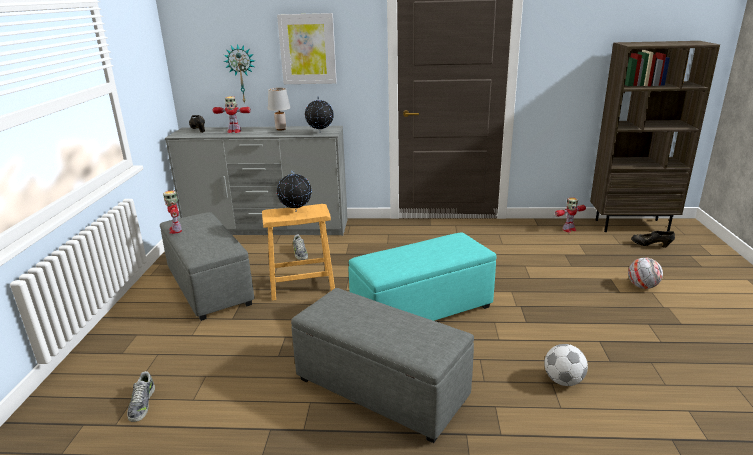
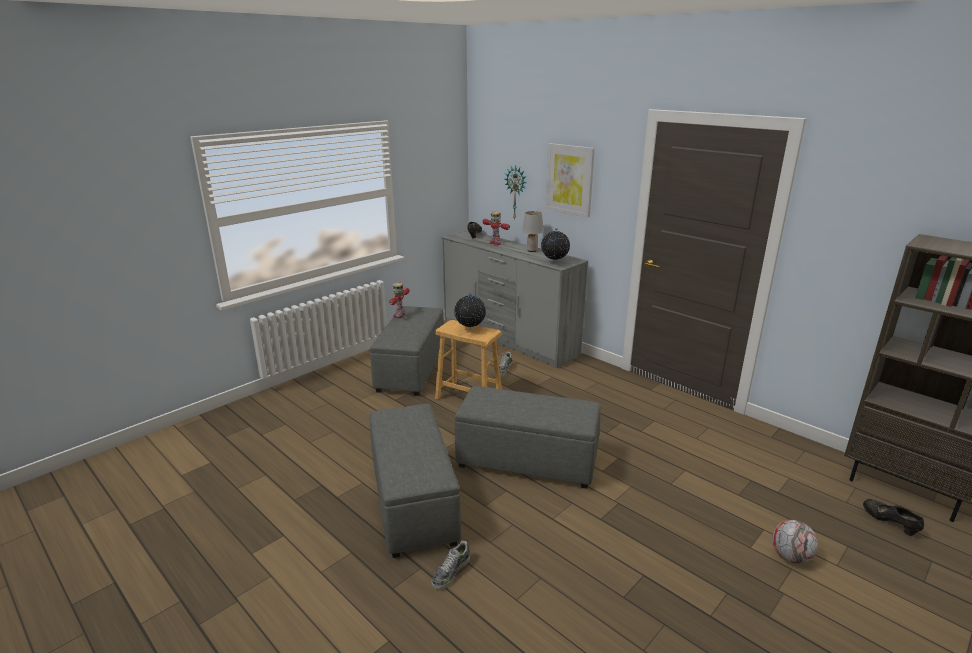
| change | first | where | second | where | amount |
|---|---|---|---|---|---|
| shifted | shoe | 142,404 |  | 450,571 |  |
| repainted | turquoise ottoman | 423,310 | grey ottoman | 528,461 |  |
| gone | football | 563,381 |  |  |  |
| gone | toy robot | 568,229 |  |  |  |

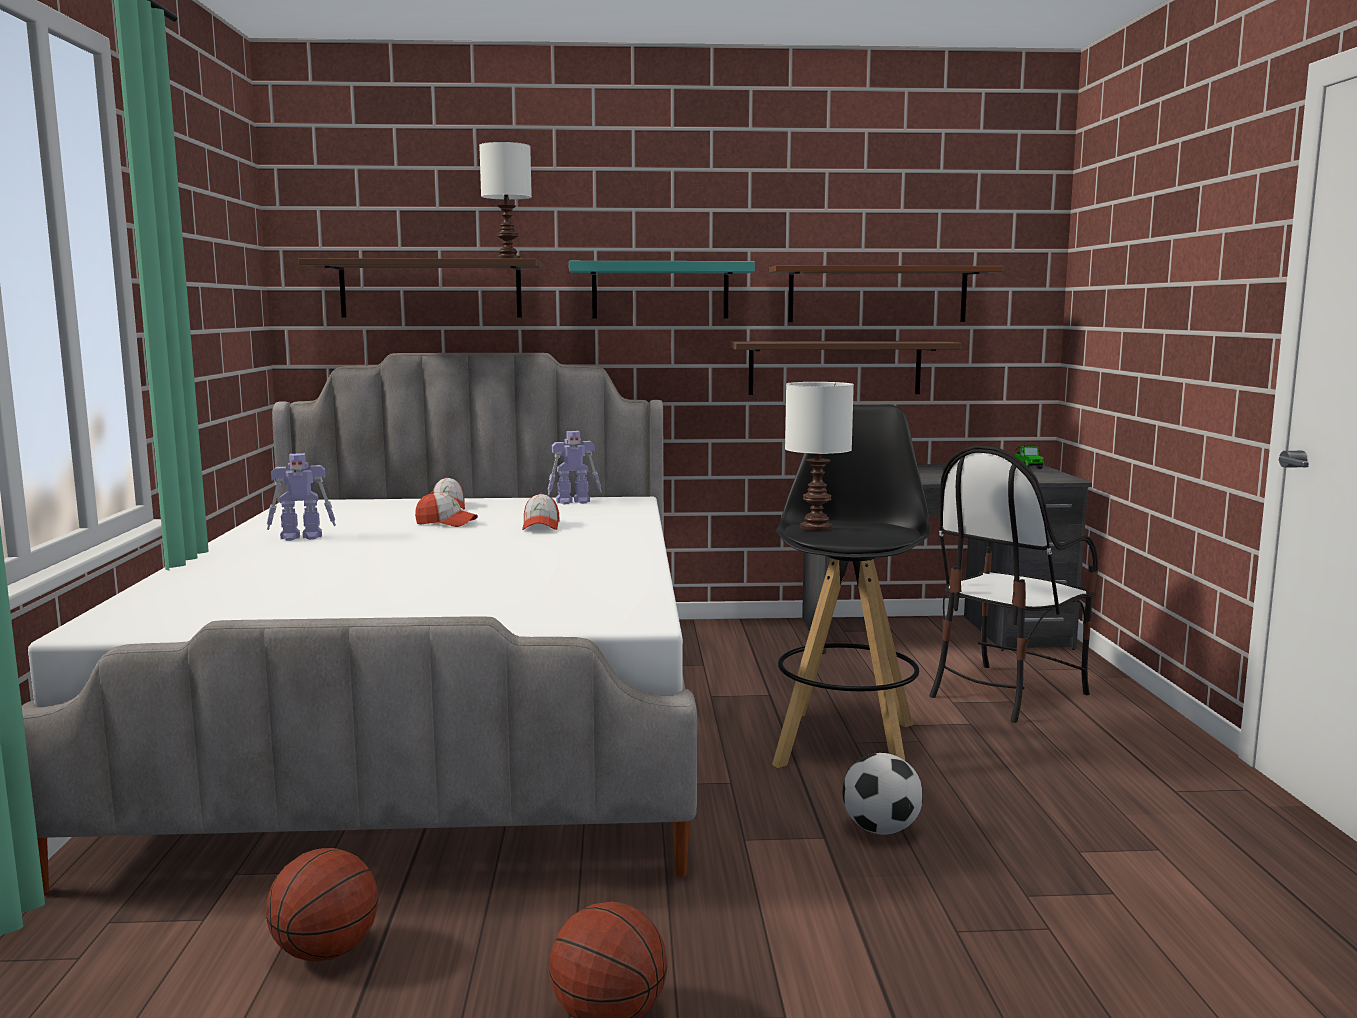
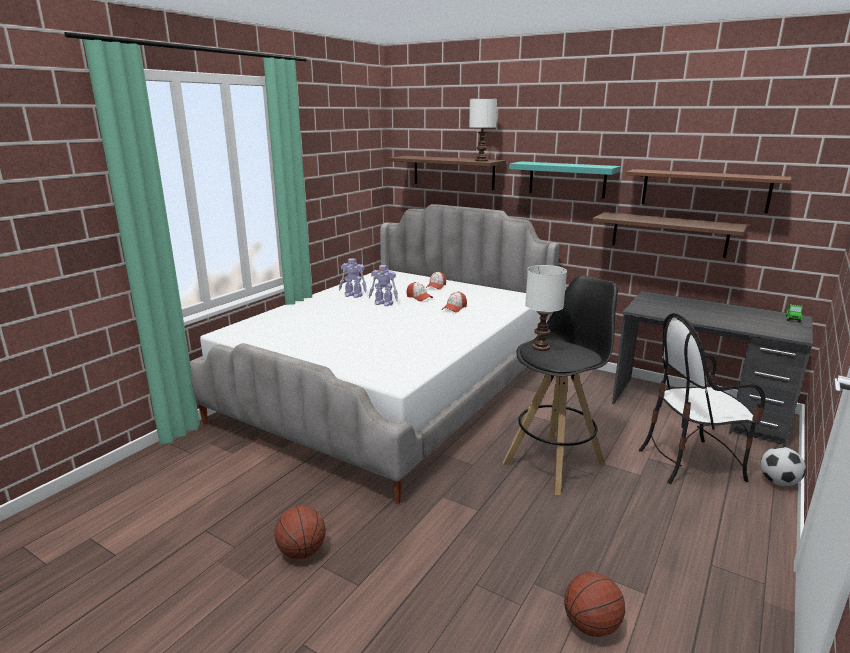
| change | first | where | second | where | amount |
|---|---|---|---|---|---|
| shifted | basketball | 326,952 |  | 591,625 |  |
| shifted | toy robot | 574,502 |  | 384,303 |  |
| shifted | football | 881,830 |  | 778,482 |  |

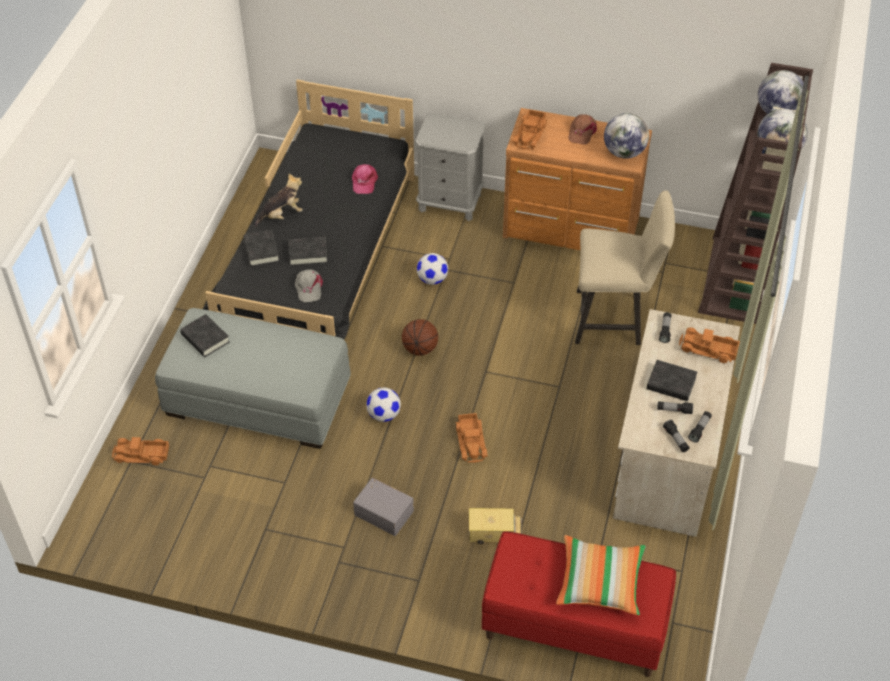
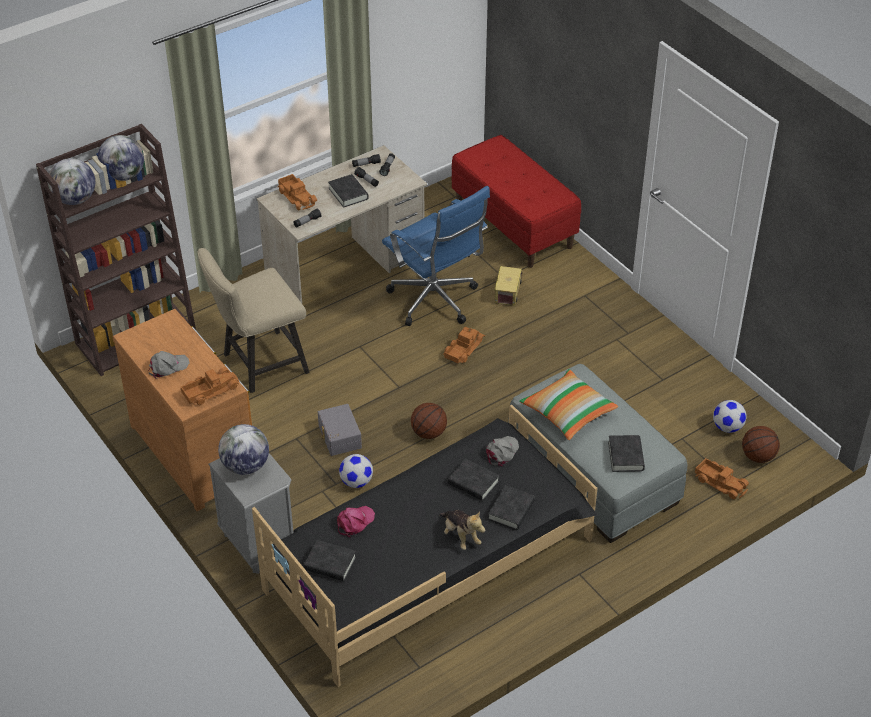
| change | first | where | second | where | amount |
|---|---|---|---|---|---|
| rotated | plush toy | 282,215 |  | 460,536 | 135 degrees counterclockwise |
| shifted | grey storage box | 384,511 |  | 338,437 |  |
| shifted | football | 383,415 |  | 727,427 |  |
| rotated | toy truck | 495,533 |  | 508,291 | 60 degrees clockwise |
| shifted | pillow | 600,582 |  | 567,412 |  |
| repainted | brown cap | 581,132 | grey cap | 167,367 |  |
| rotated | beige chair | 614,319 |  | 259,365 | 75 degrees counterclockwise |
| shifted | globe | 624,152 |  | 245,466 |  |
| new |  |  | black book | 330,564 |  |
| new |  |  | blue office chair | 436,302 |  |
| new |  |  | basketball | 757,456 |  |

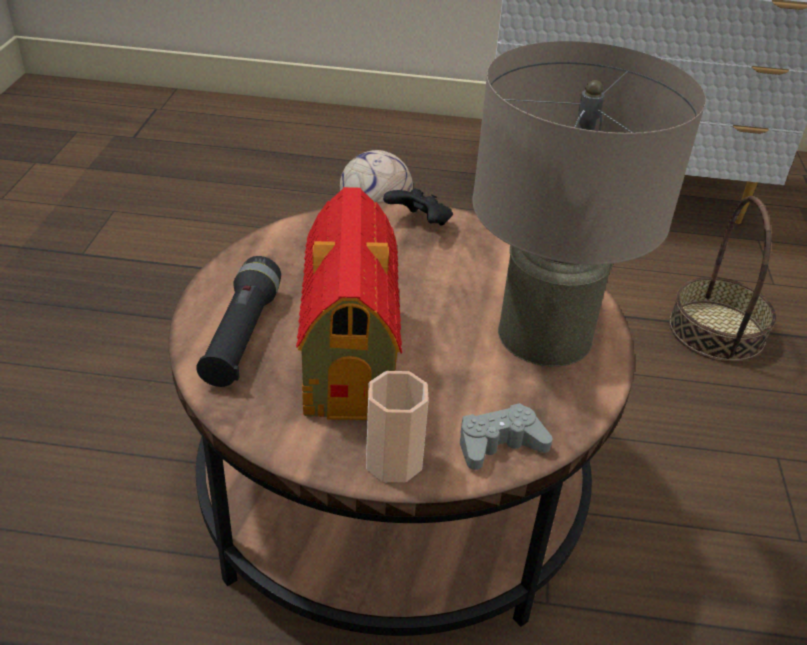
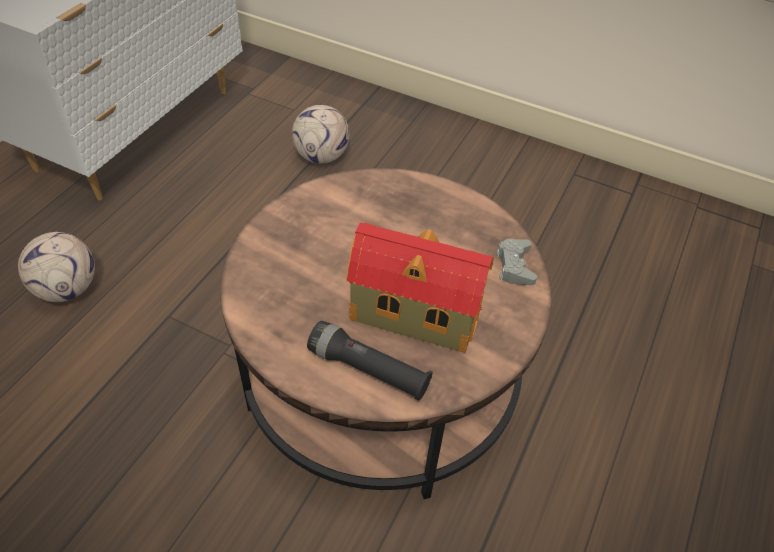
| change | first | where | second | where | amount |
|---|---|---|---|---|---|
| gone | cup | 393,461 |  |  |  |
| gone | black game controller | 420,224 |  |  |  |
| gone | beige table lamp | 545,335 |  |  |  |
| swapped | basket | 717,331 | football | 322,156 |  |

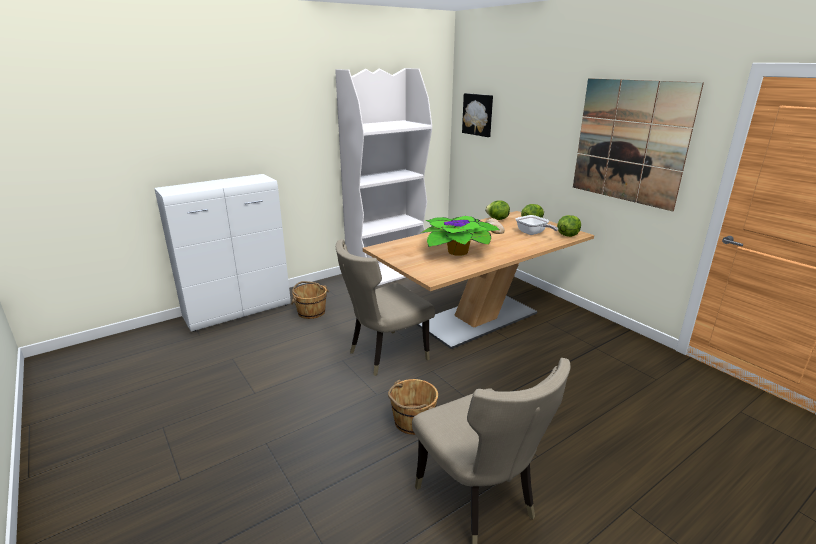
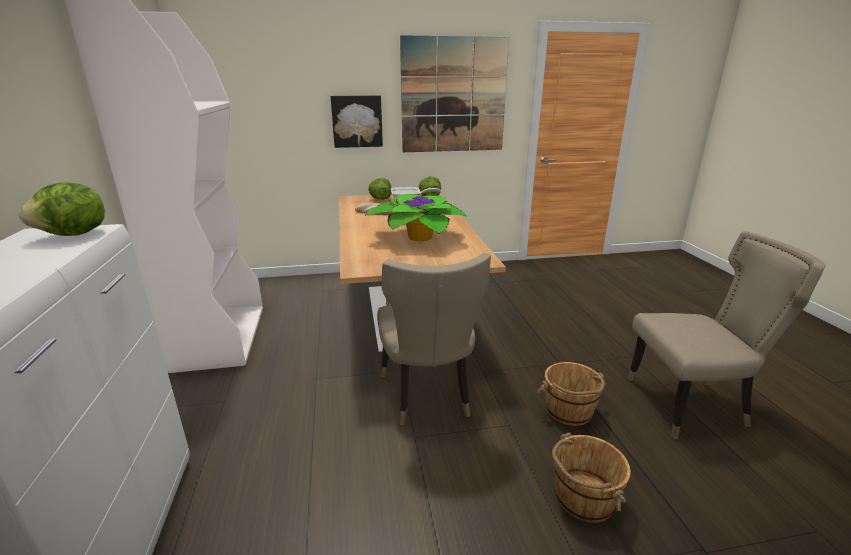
| change | first | where | second | where | amount |
|---|---|---|---|---|---|
| shifted | brown bucket | 311,312 |  | 582,498 |  |
| shifted | picture | 478,114 |  | 357,121 |  |
| shifted | lettuce | 497,219 |  | 74,235 |  |

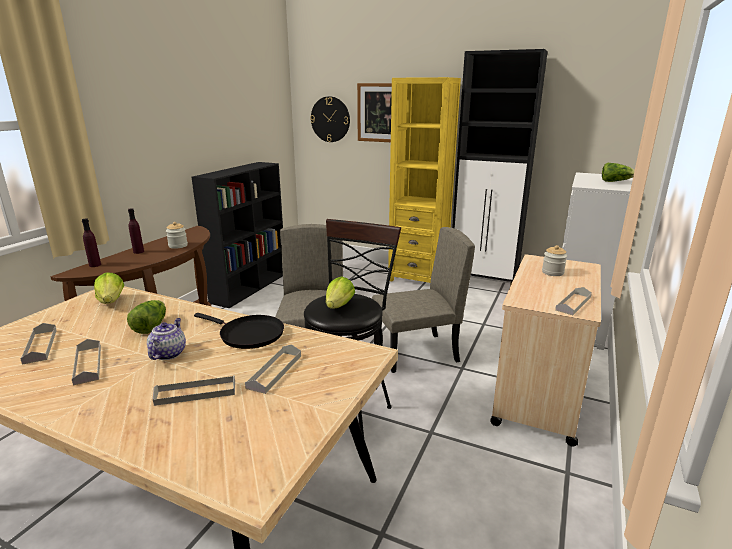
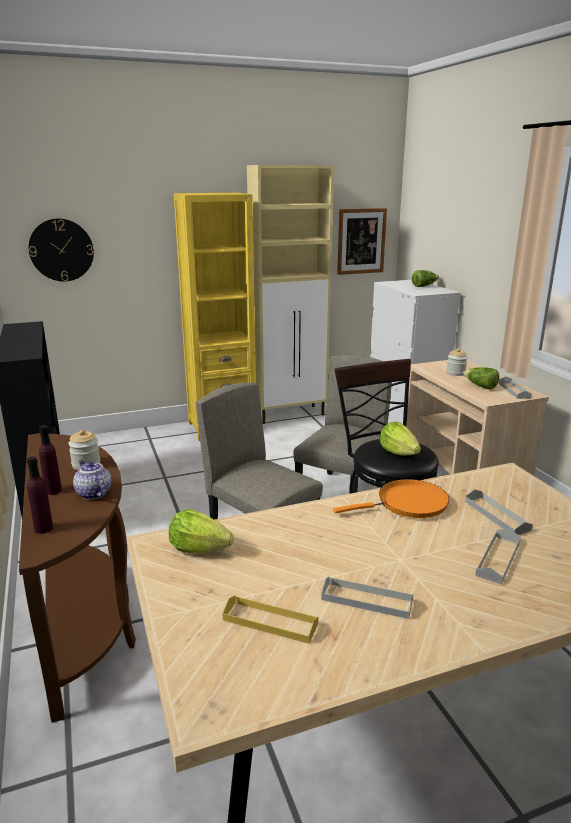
| change | first | where | second | where | amount |
|---|---|---|---|---|---|
| repainted | grey tray | 40,346 | yellow tray | 270,622 |  |
| shifted | lettuce | 150,326 |  | 480,386 |  |
| shifted | teapot | 168,353 |  | 93,493 |  |
| repainted | black frying pan | 248,334 | orange frying pan | 408,504 |  |
| shifted | picture | 378,113 |  | 361,241 |  |
| repainted | black cabinet | 483,285 | beige cabinet | 290,414 |  |

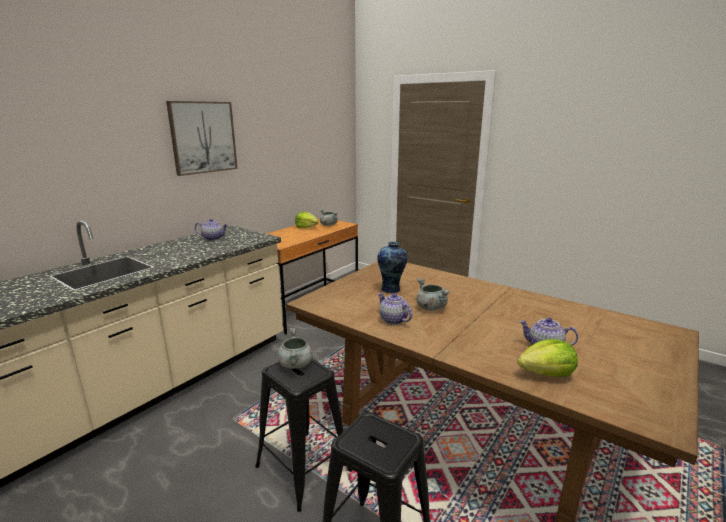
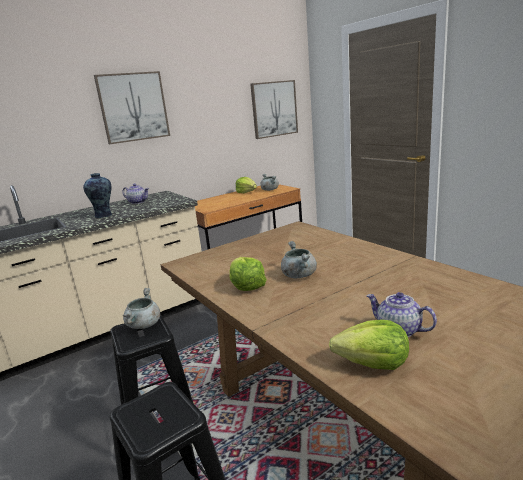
| change | first | where | second | where | amount |
|---|---|---|---|---|---|
| shifted | vase | 391,289 |  | 104,215 |  |
| swapped | teapot | 393,320 | lettuce | 246,285 |  |
| new |  |  | picture | 274,109 |  |

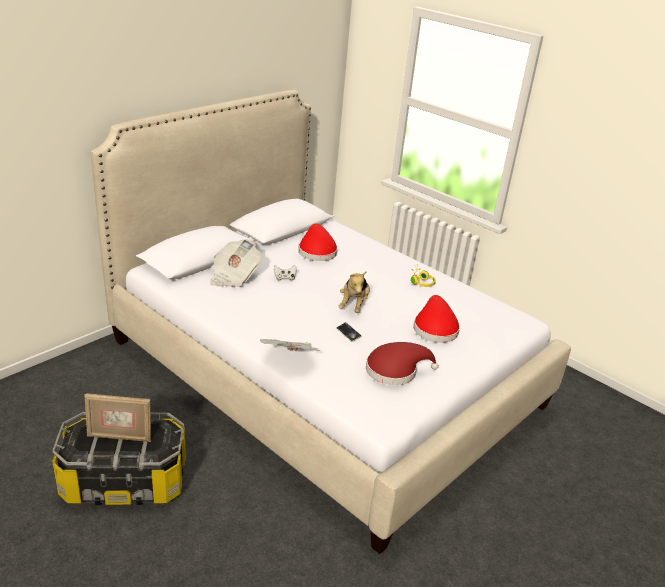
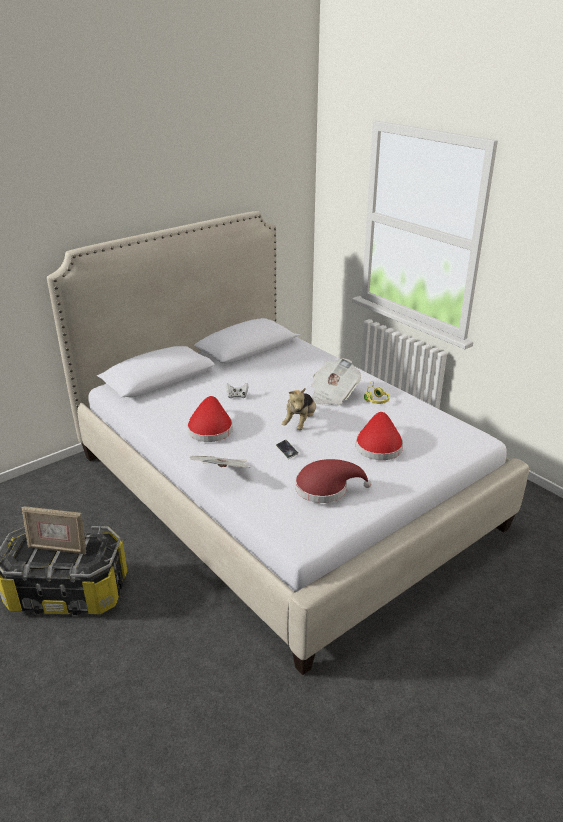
| change | first | where | second | where | amount |
|---|---|---|---|---|---|
| shifted | newspaper | 233,276 |  | 332,395 |  |
| shifted | red hat | 316,251 |  | 210,428 |  |

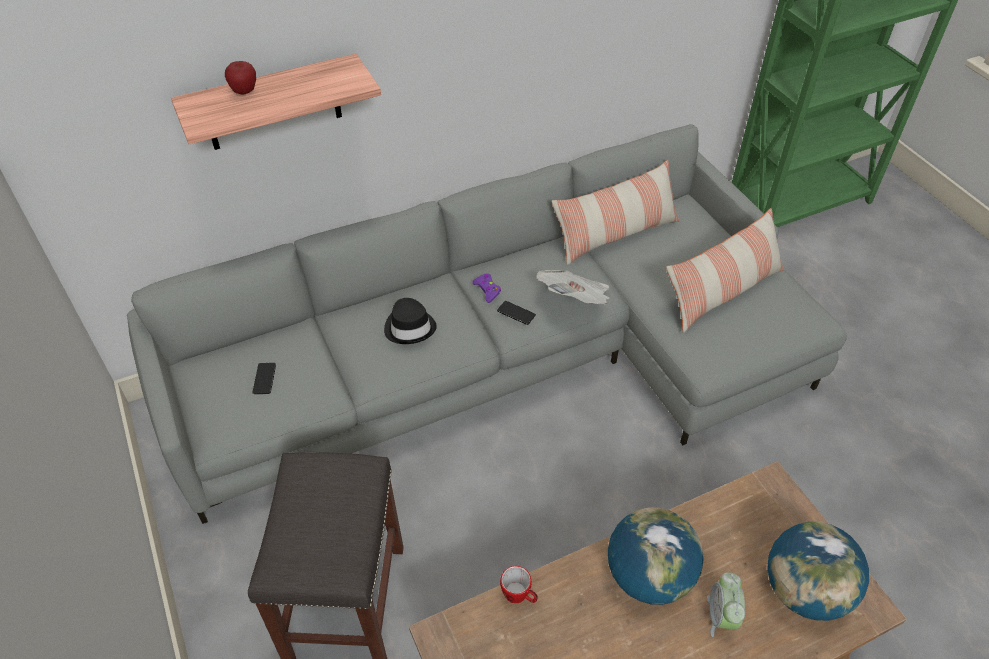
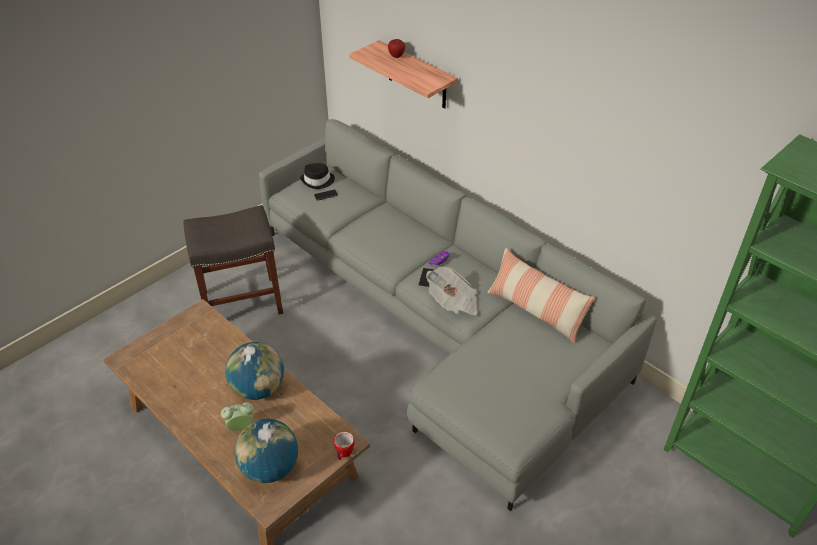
| change | first | where | second | where | amount |
|---|---|---|---|---|---|
| shifted | black hat | 410,327 |  | 318,181 |  |
| shifted | mug | 519,596 |  | 343,454 |  |
| gone | pillow | 723,291 |  |  |  |

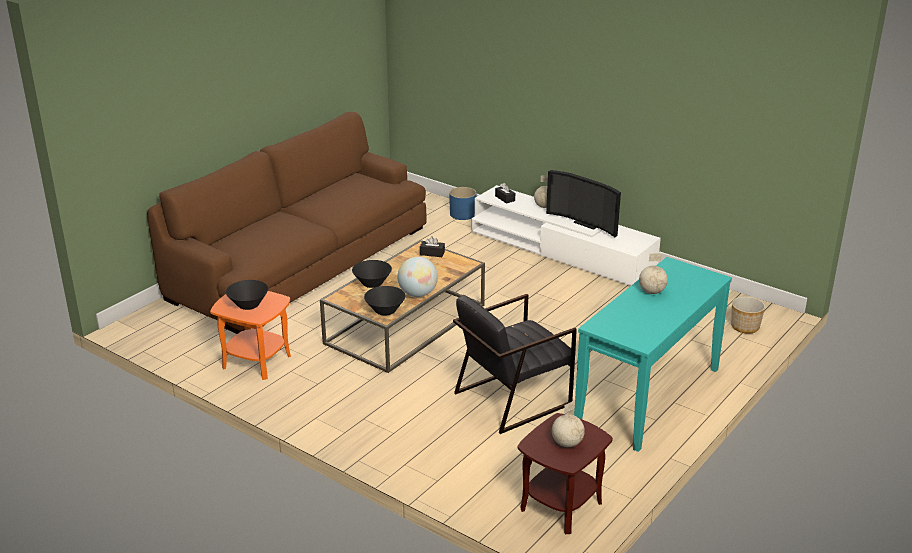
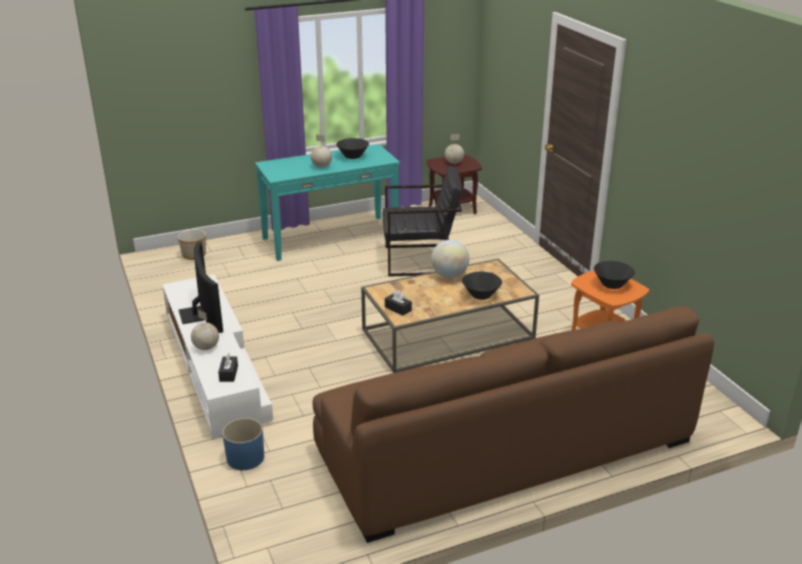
| change | first | where | second | where | amount |
|---|---|---|---|---|---|
| shifted | black bowl | 385,311 |  | 353,156 |  |

